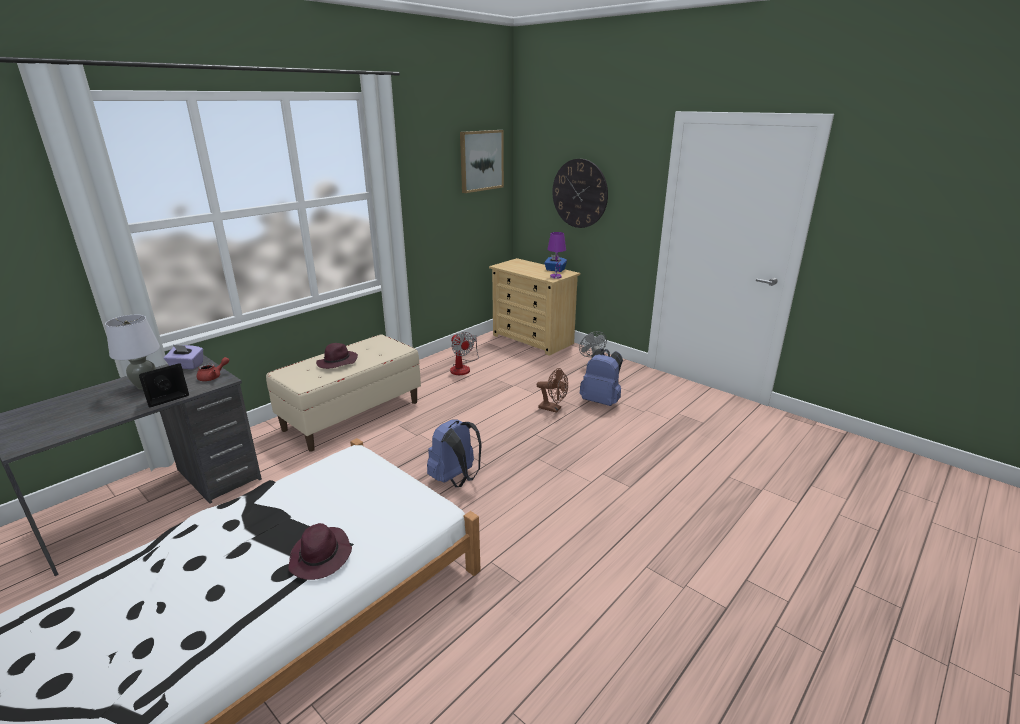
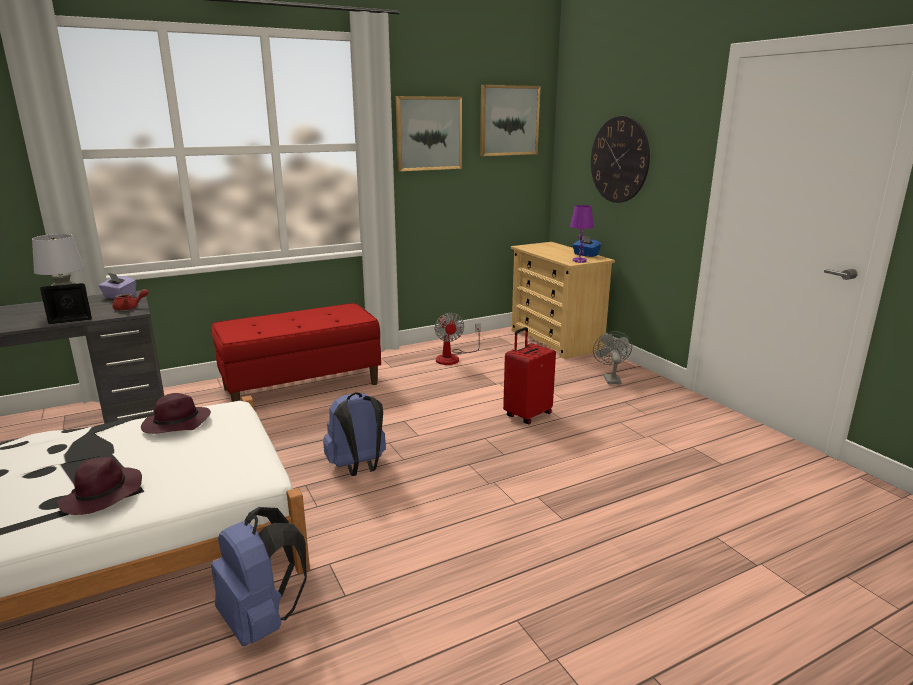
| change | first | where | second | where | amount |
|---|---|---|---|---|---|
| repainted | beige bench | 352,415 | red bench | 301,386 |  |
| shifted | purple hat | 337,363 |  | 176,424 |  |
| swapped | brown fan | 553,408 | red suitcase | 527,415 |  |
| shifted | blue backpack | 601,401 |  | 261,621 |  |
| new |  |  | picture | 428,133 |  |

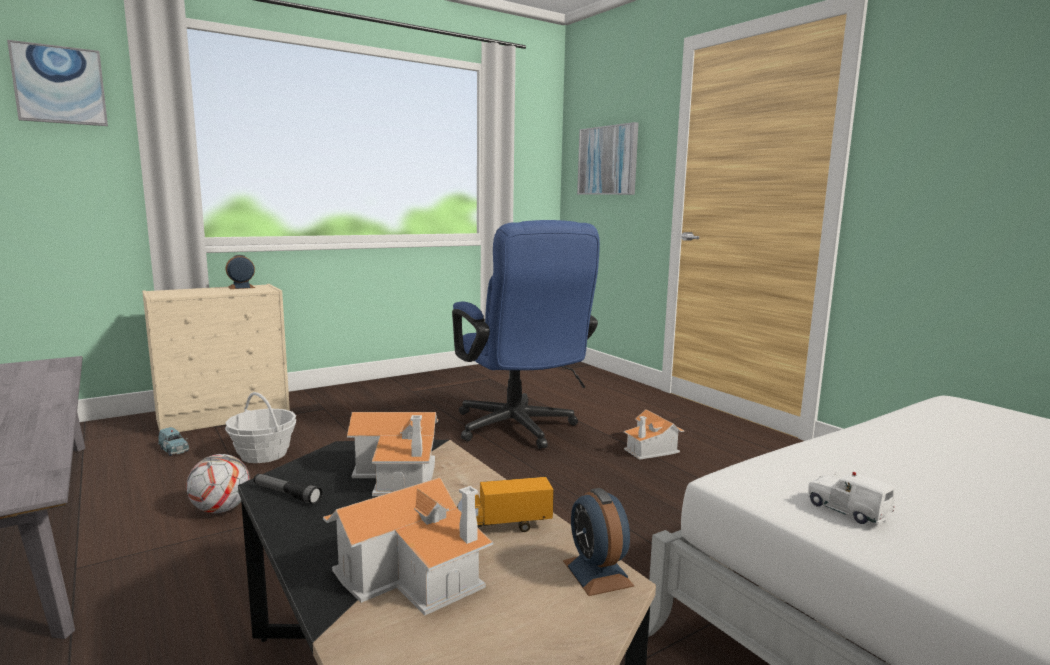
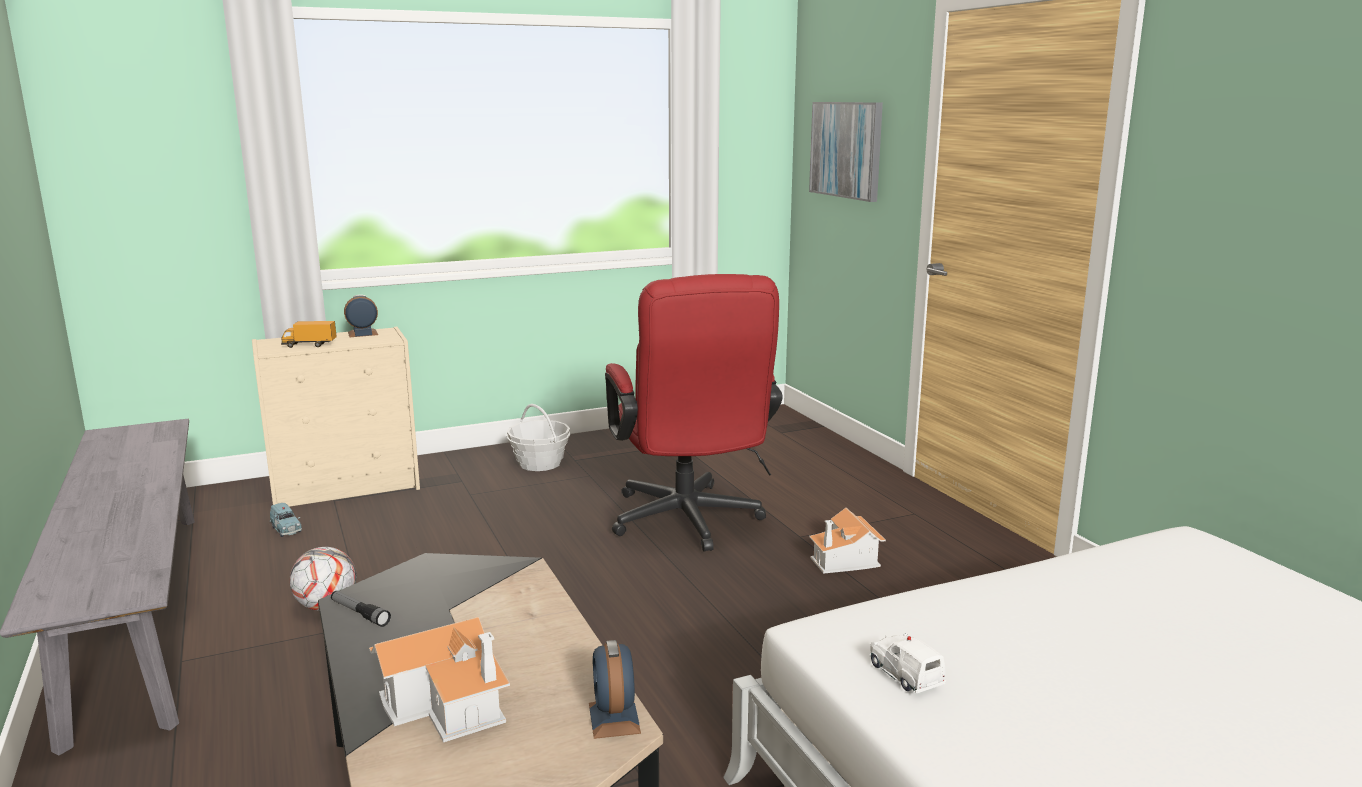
| change | first | where | second | where | amount |
|---|---|---|---|---|---|
| gone | picture | 60,85 |  |  |  |
| shifted | basket | 263,454 |  | 540,463 |  |
| gone | toy house | 400,474 |  |  |  |
| repainted | blue office chair | 519,430 | red office chair | 688,524 |  |
| shifted | toy truck | 503,527 |  | 309,345 |  |

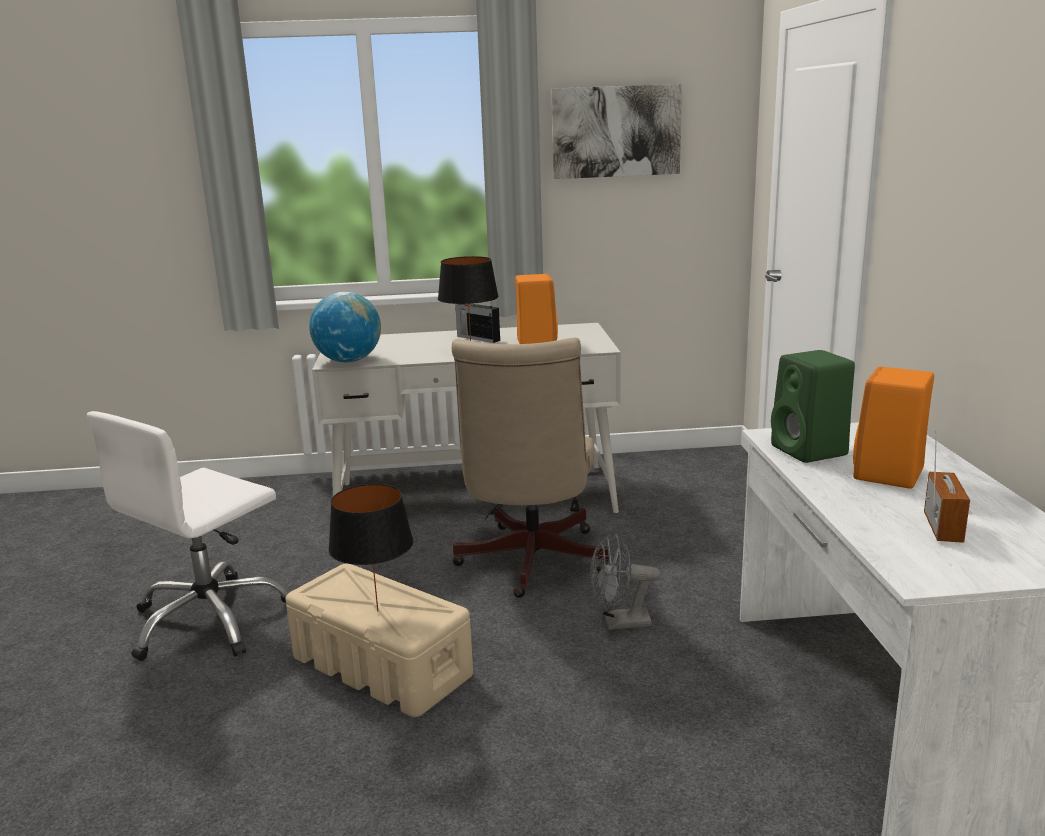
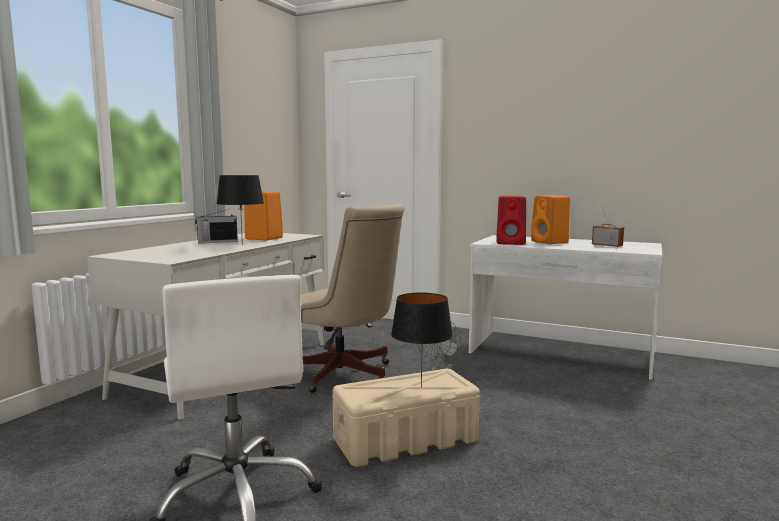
| change | first | where | second | where | amount |
|---|---|---|---|---|---|
| gone | globe | 348,361 |  |  |  |
| gone | picture | 615,131 |  |  |  |
| repainted | green speaker | 811,451 | red speaker | 511,243 |  |

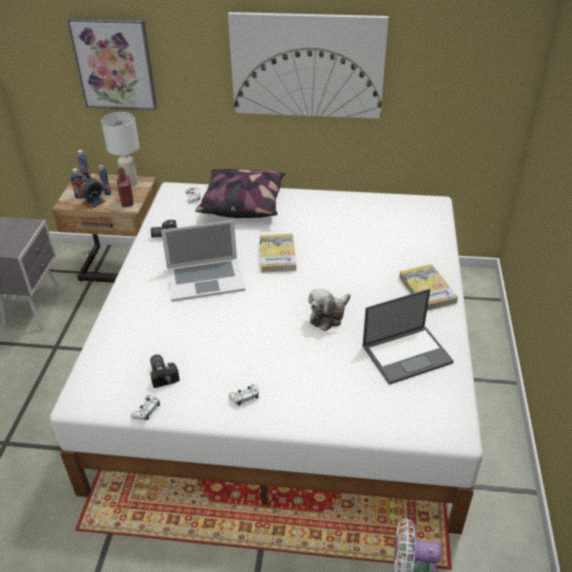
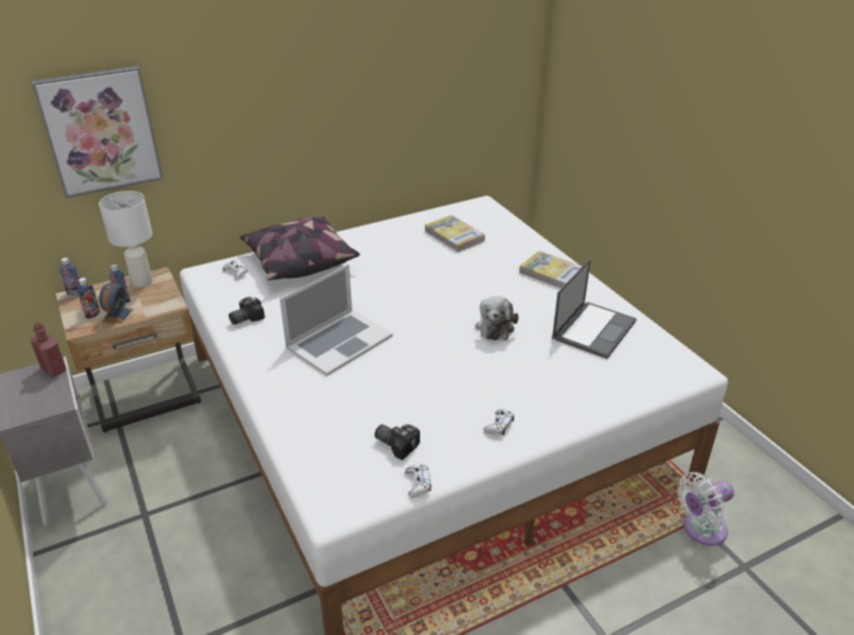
| change | first | where | second | where | amount |
|---|---|---|---|---|---|
| shifted | red bottle | 127,202 |  | 53,369 |  |
| gone | picture | 307,65 |  |  |  |
| shifted | book | 277,255 |  | 454,236 |  |

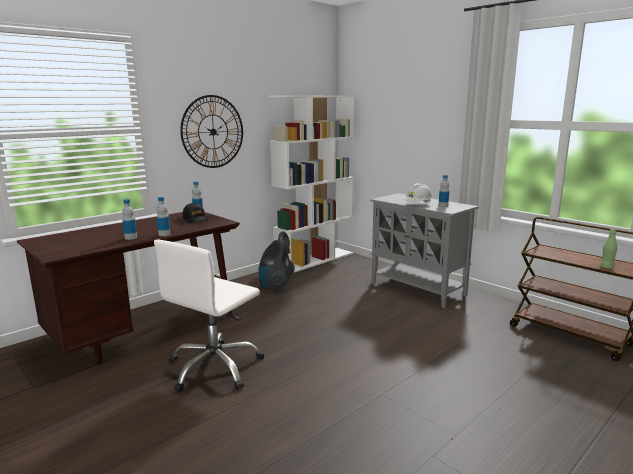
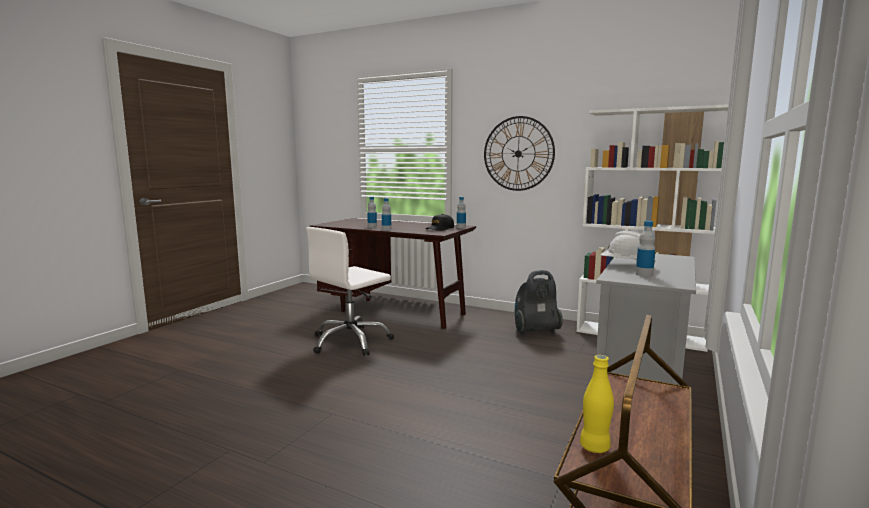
| change | first | where | second | where | amount |
|---|---|---|---|---|---|
| rotated | white office chair | 215,367 |  | 351,341 | 60 degrees counterclockwise |
| repainted | green bottle | 606,267 | yellow bottle | 594,447 |  |

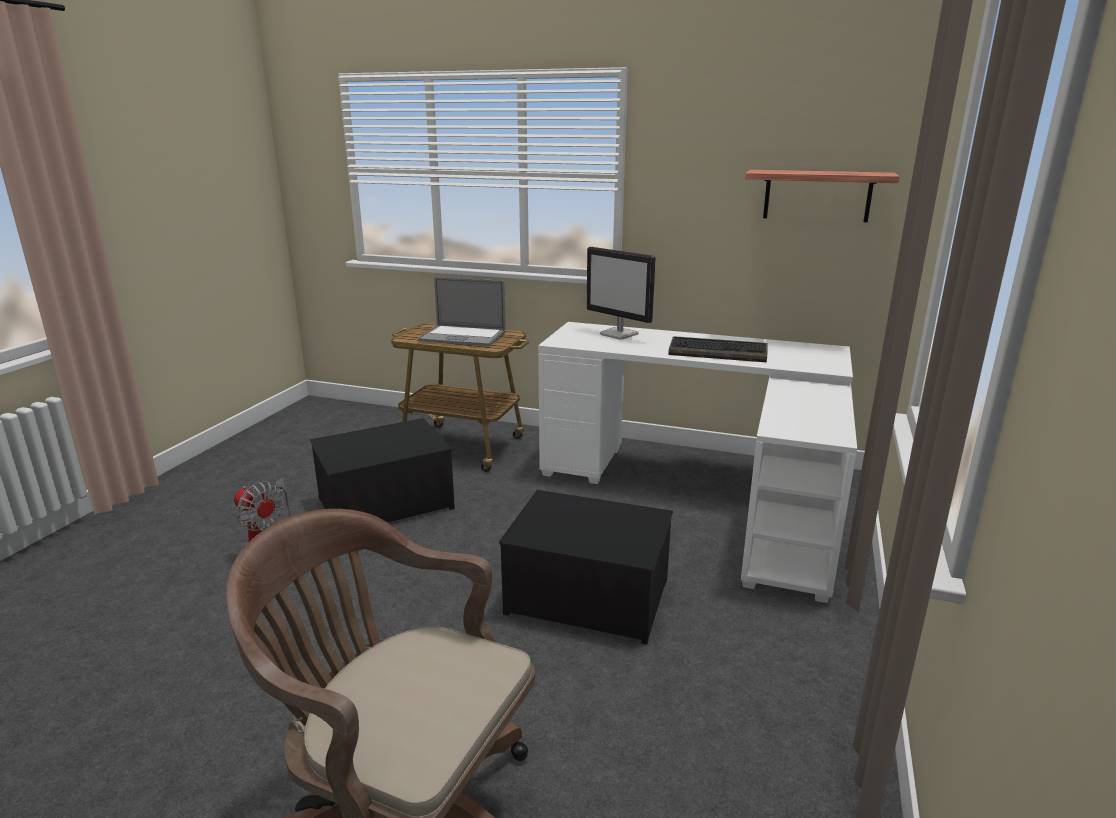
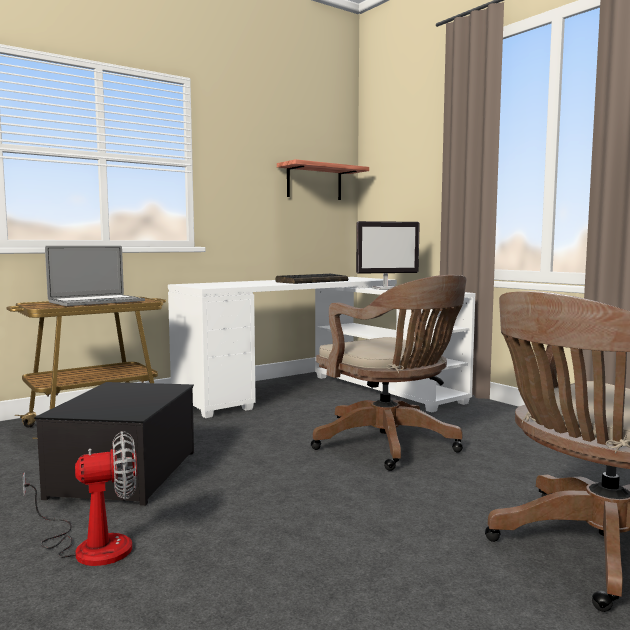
| change | first | where | second | where | amount |
|---|---|---|---|---|---|
| swapped | storage box | 586,597 | brown office chair | 390,445 |  |
| shifted | monitor | 619,334 |  | 386,288 |  |

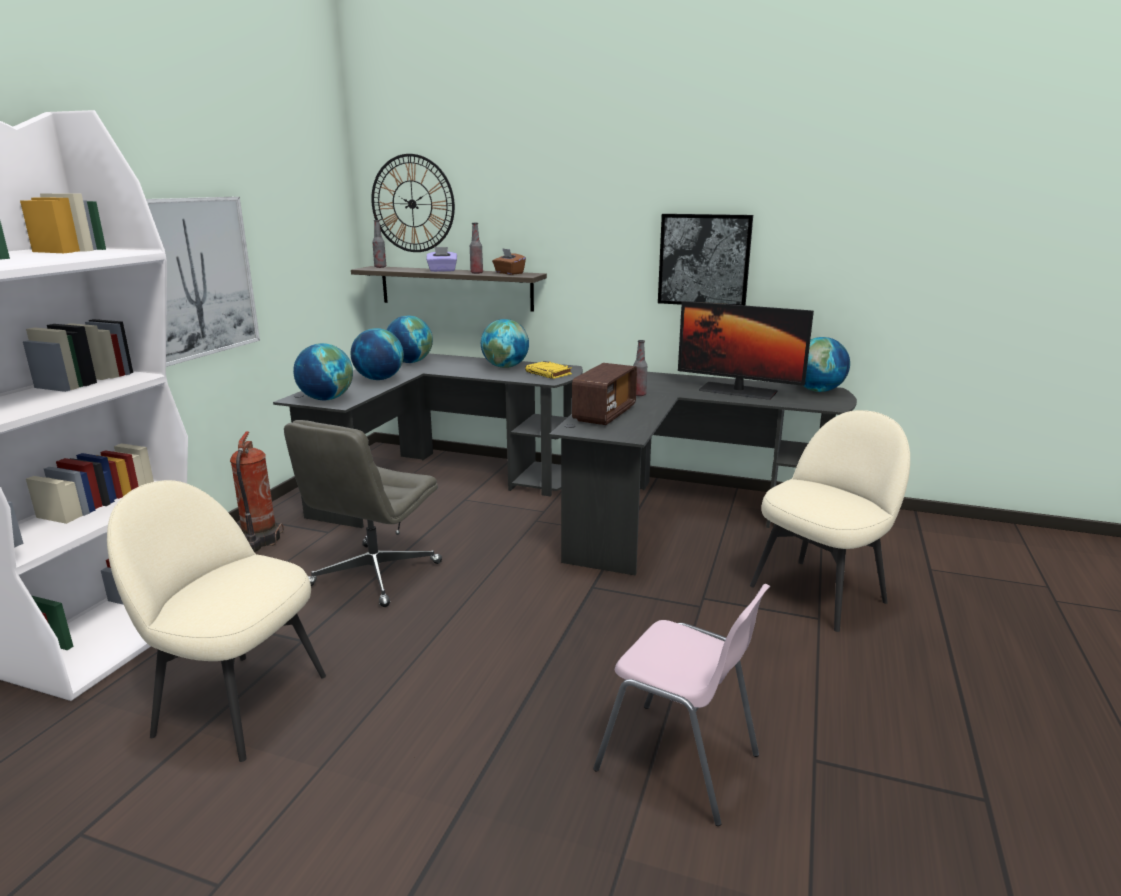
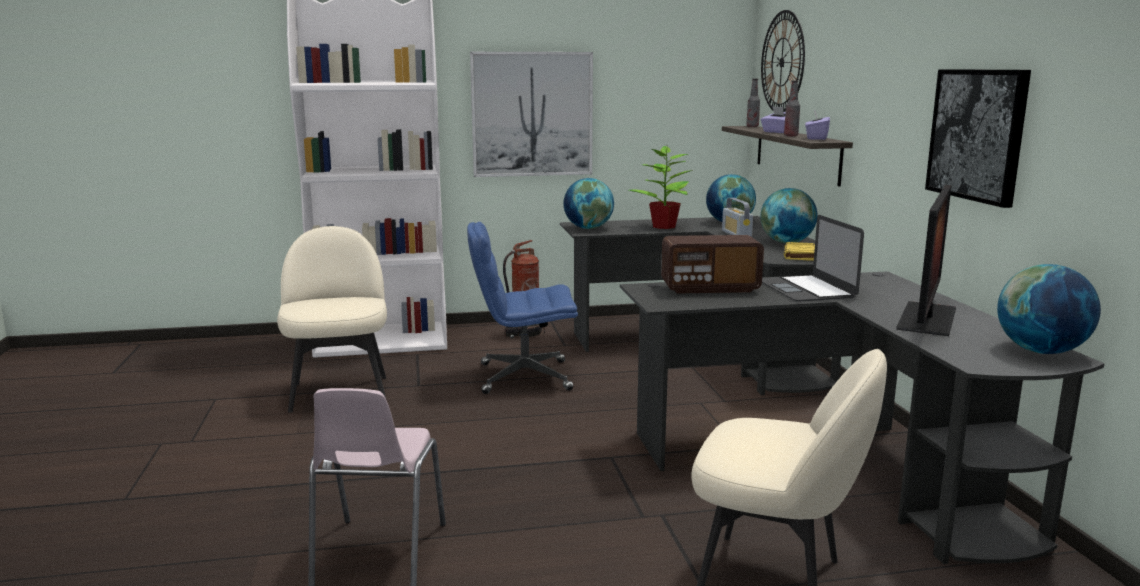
| change | first | where | second | where | amount |
|---|---|---|---|---|---|
| repainted | grey office chair | 374,575 | blue office chair | 523,377 |  |
| swapped | globe | 379,379 | potted plant | 663,227 |  |
| repainted | brown tissue box | 509,273 | purple tissue box | 816,138 |  |
| swapped | bottle | 639,394 | laptop | 806,289 |  |
| rotated | monitor | 738,391 |  | 927,318 | 150 degrees counterclockwise |
| new |  |  | radio | 736,234 |  |

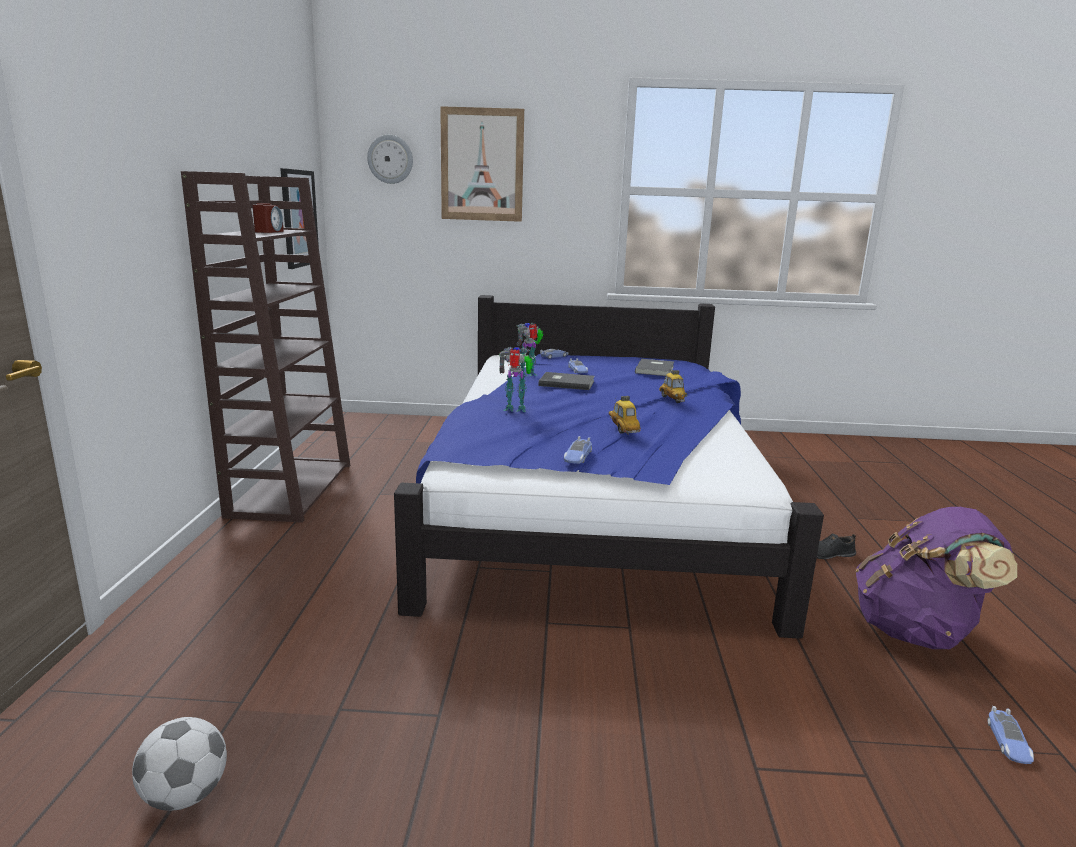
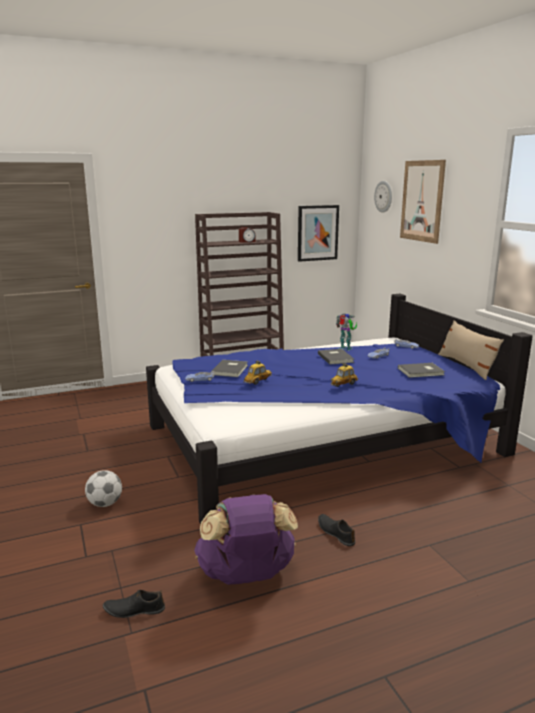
| change | first | where | second | where | amount |
|---|---|---|---|---|---|
| shifted | football | 185,795 |  | 105,504 |  |
| gone | toy robot | 516,409 |  |  |  |
| swapped | toy car | 1008,742 | black shoe | 134,610 |  |
| new |  |  | grey book | 231,369 |  |
| new |  |  | beige pillow | 466,366 |  |

